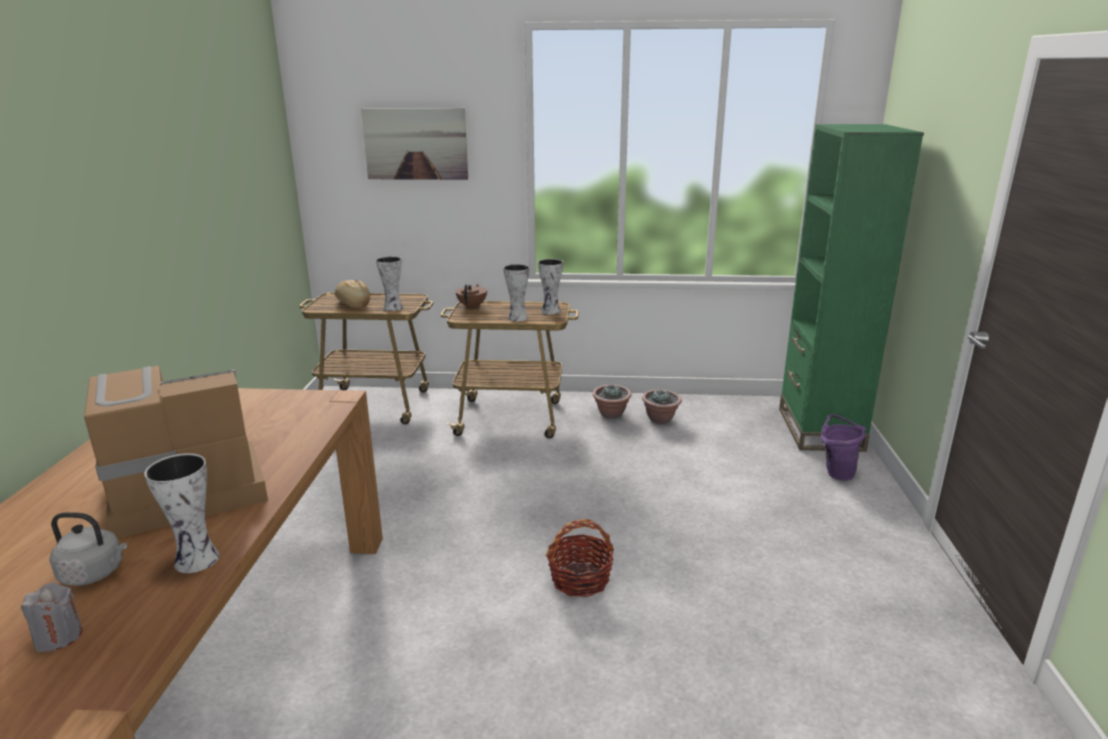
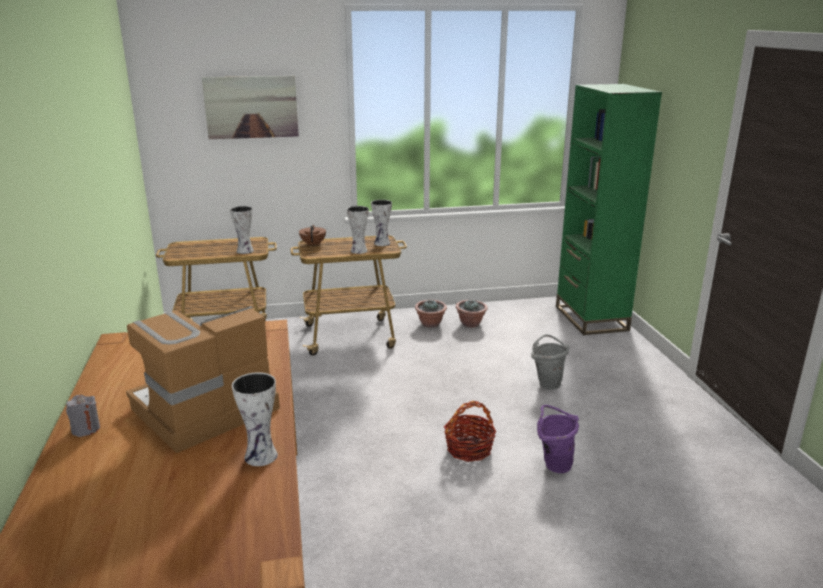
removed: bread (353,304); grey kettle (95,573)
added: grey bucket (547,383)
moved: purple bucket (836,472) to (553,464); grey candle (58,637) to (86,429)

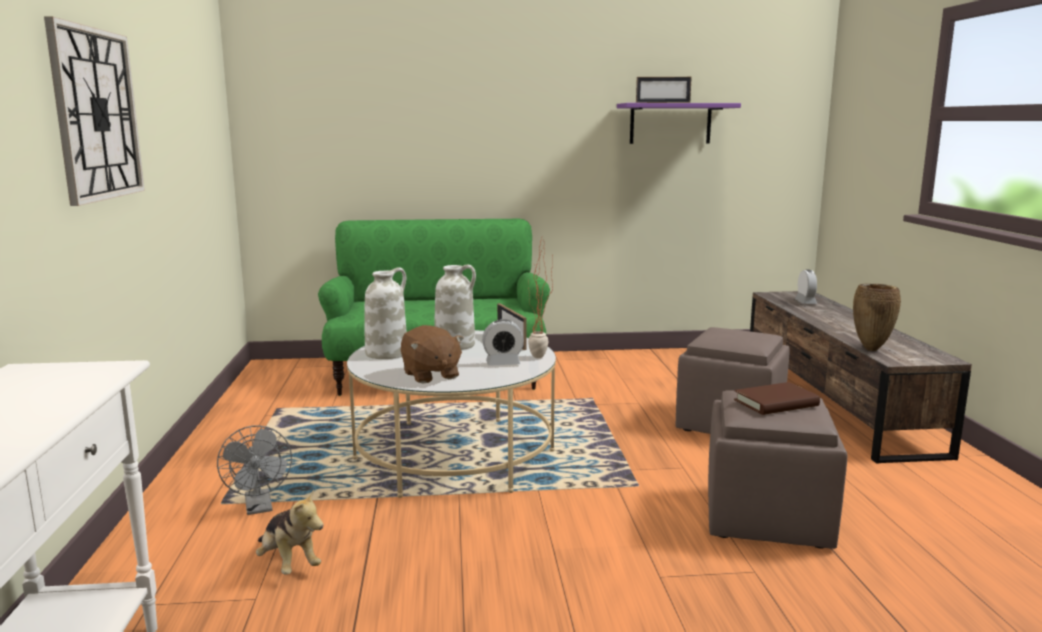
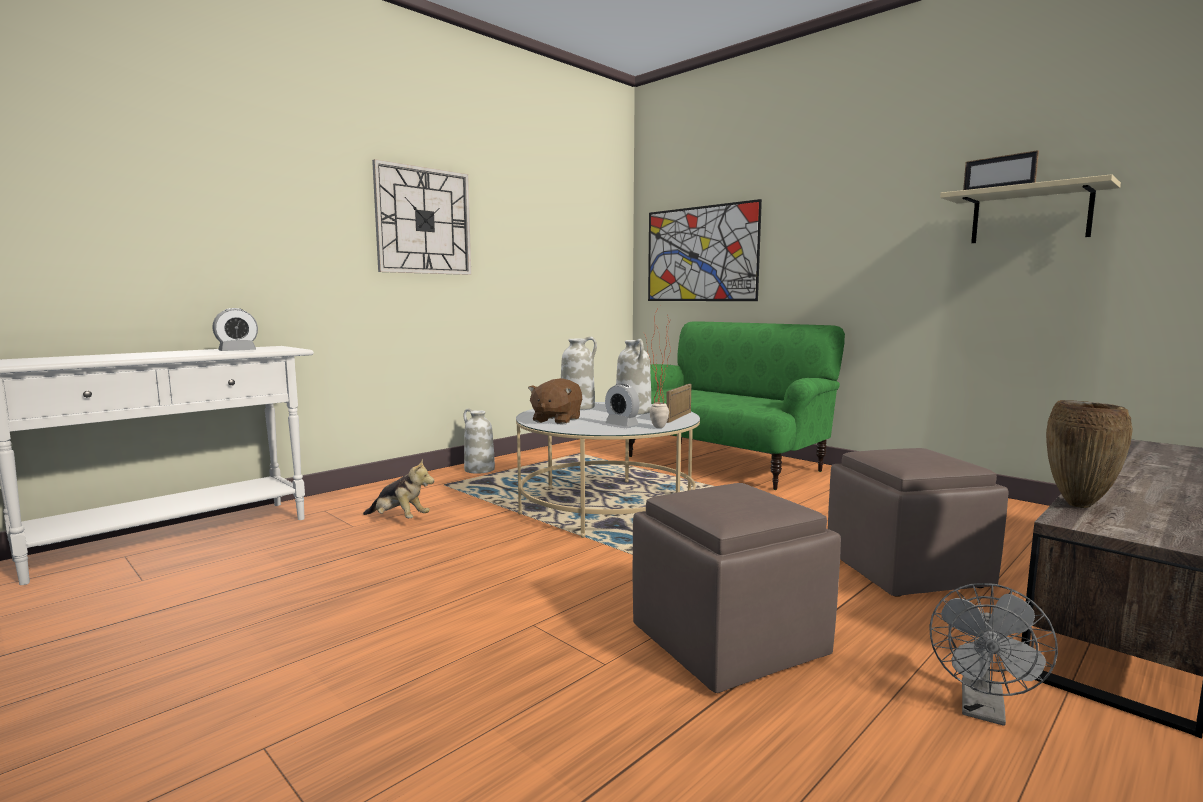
removed: brown book (776,403)
added: picture (700,254); white vase (479,469)
moved: alarm clock (805,302) to (237,351); grey fan (259,508) to (984,711)
recoloured: purple shelf (670,123) to beige shelf (1030,215)
turned: plush toy (289,563) = (399,519) 75 degrees counterclockwise

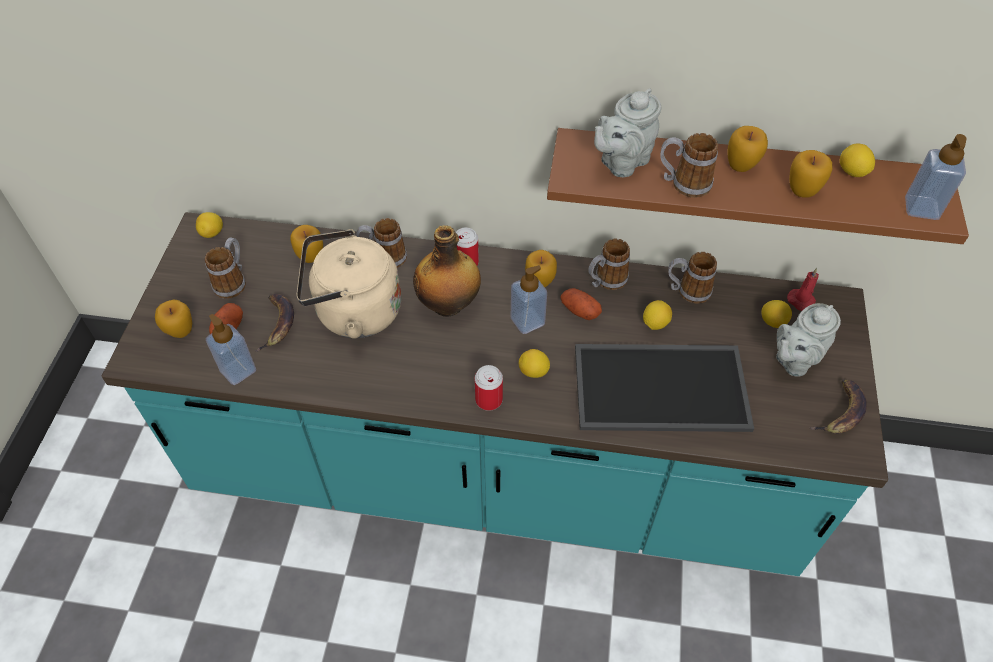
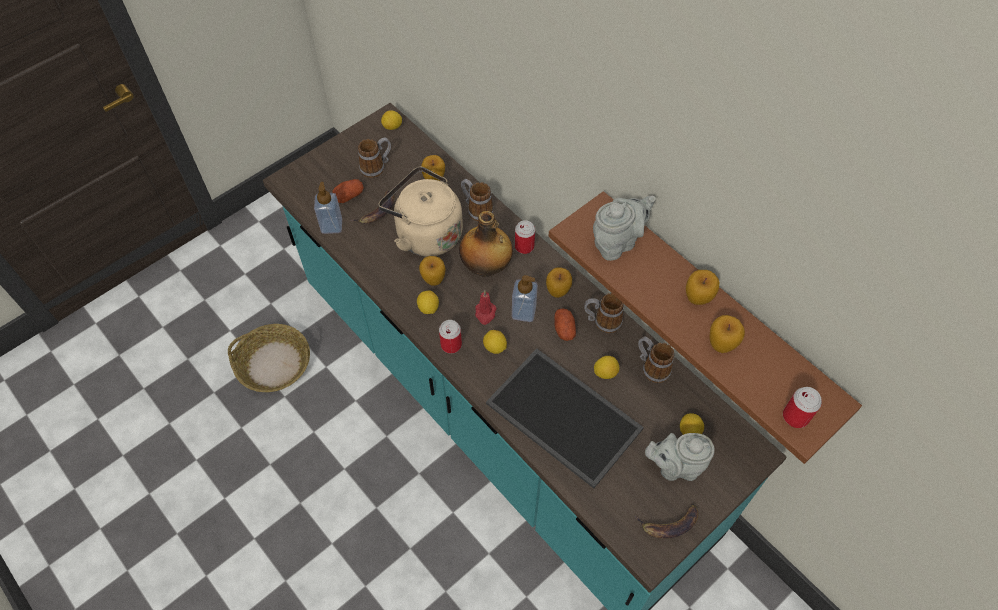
removed: mug (683,183)
added: basket (274,365)
moved: lemon (852,172) to (428,308); red candle (802,302) to (485,313); apple (180,332) to (433,280)
replaced: soap dispenser (921,208) to can (795,416)
turned: grey teapot (621,162) = (617,242) 150 degrees clockwise

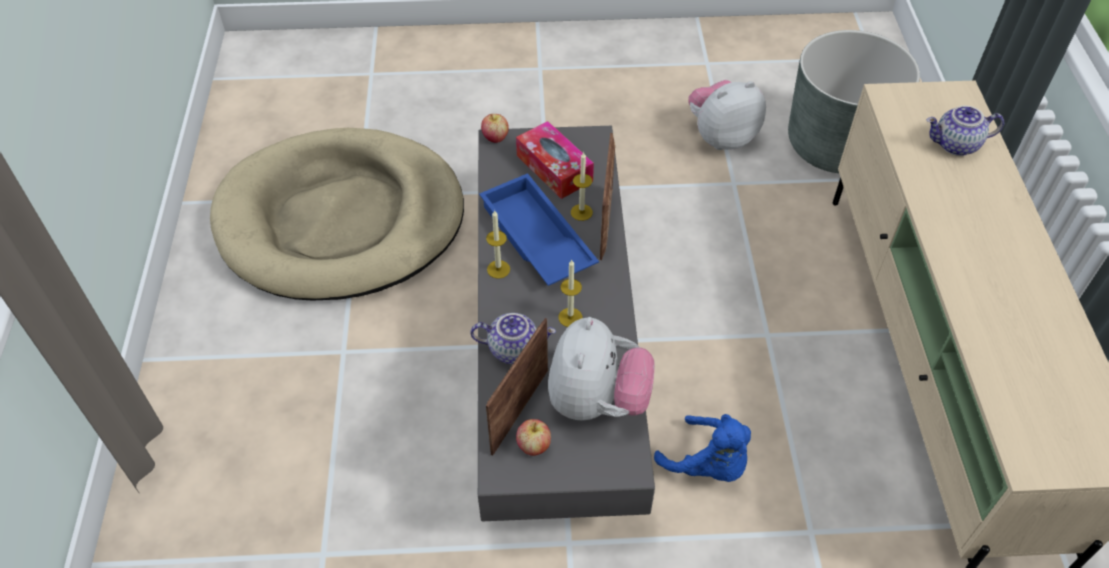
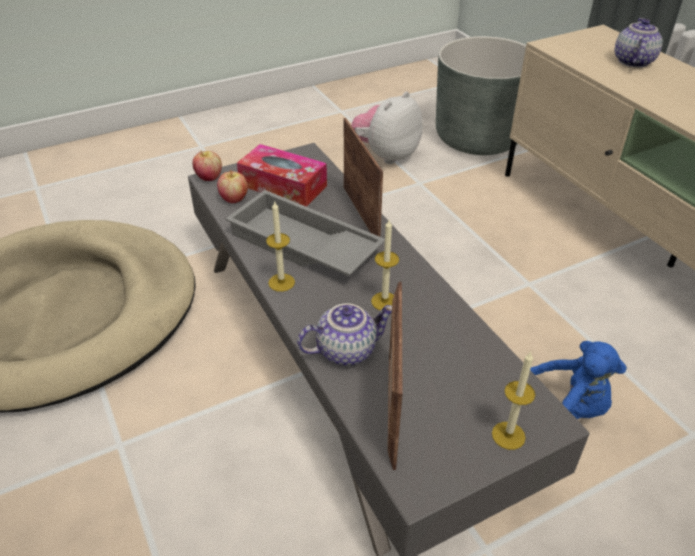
removed: plush toy (597,400)
moved: candle (581,212) to (508,435); apple (533,446) to (234,199)
recoloured: blue tray (535,239) to grey tray (302,245)
turned: teapot (955,145) = (632,61) 135 degrees clockwise

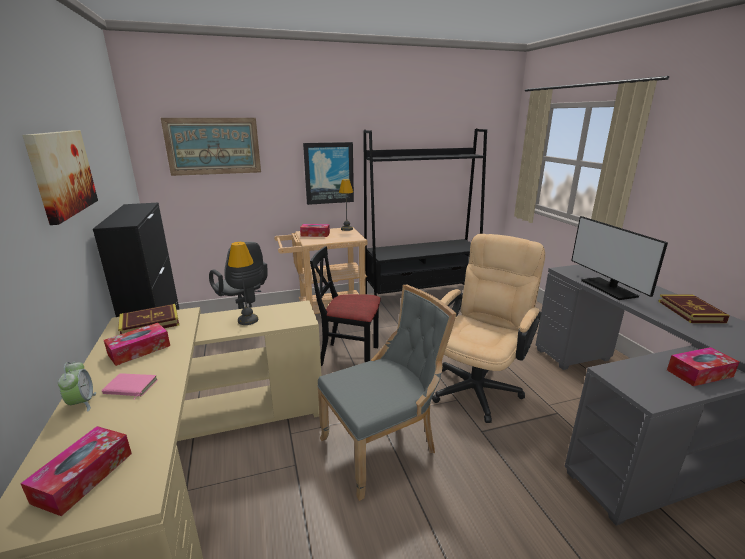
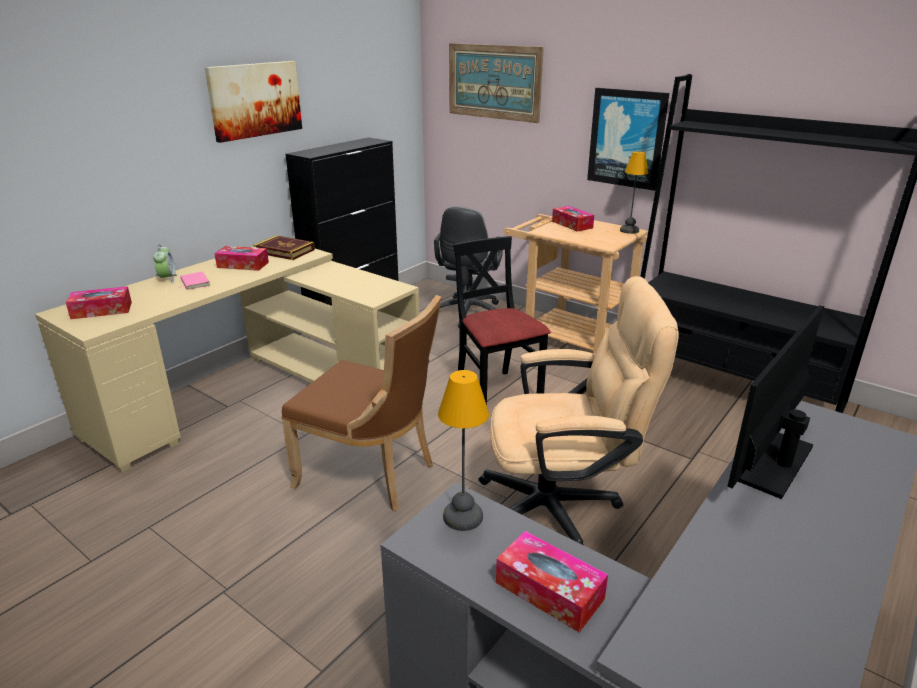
removed: book (690,311)
moved: table lamp (248,320) to (464,516)
recoloured: grey chair (383,446) to brown chair (371,474)
turned: alarm clock (82,403) = (167,279) 45 degrees counterclockwise

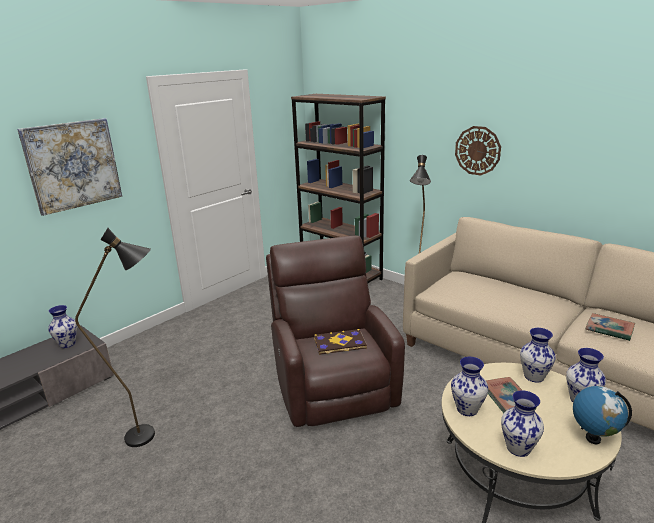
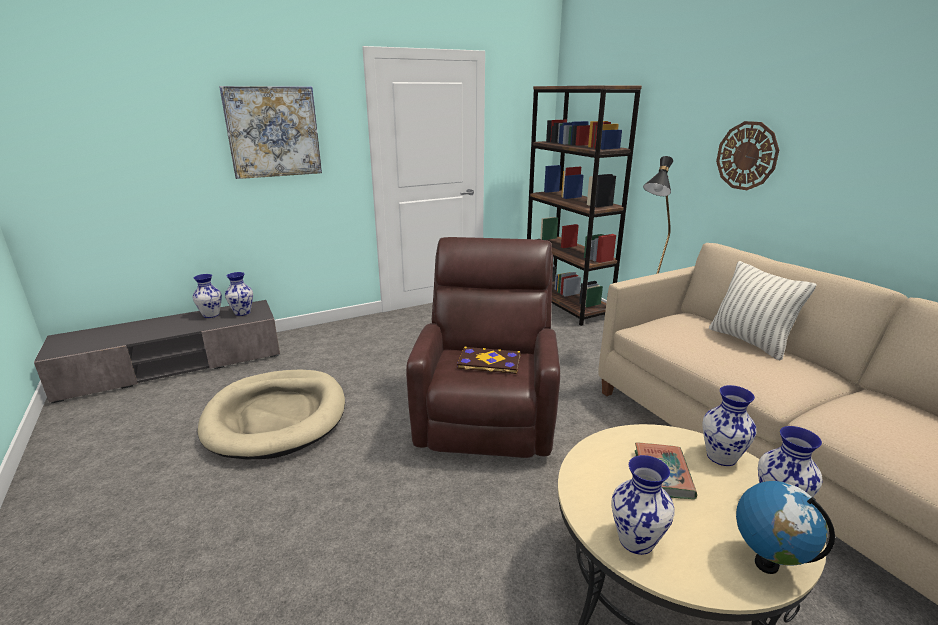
removed: book (609,329)
added: pillow (749,342)
moved: vase (467,410) to (210,315)
replaced: black floor lamp (151,435) to beige dog bed (276,417)

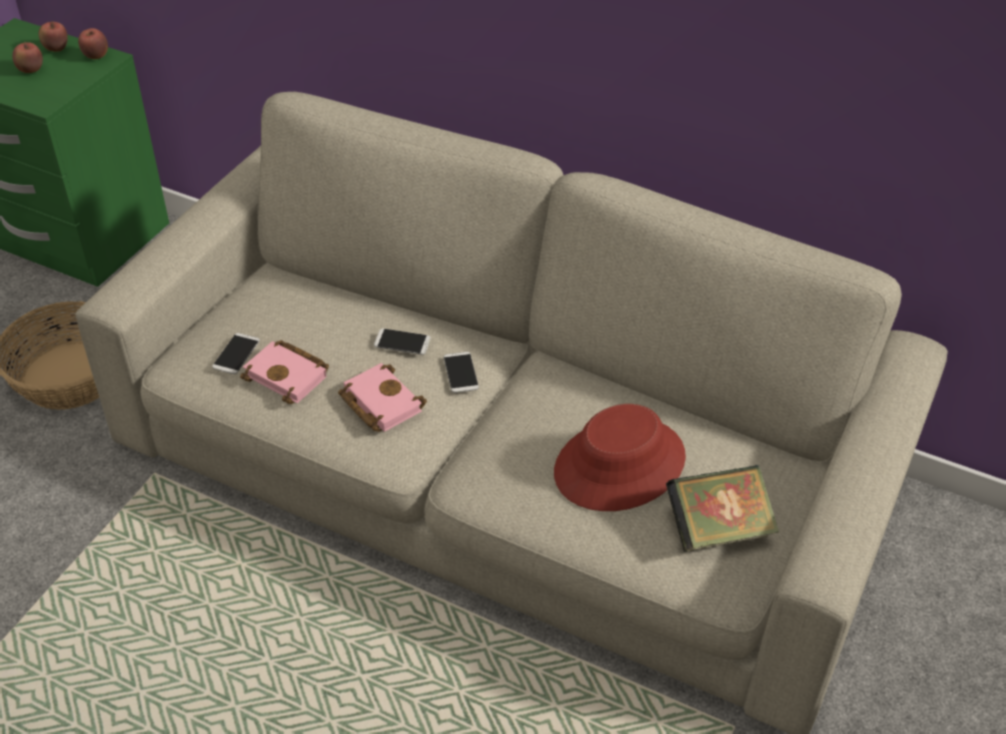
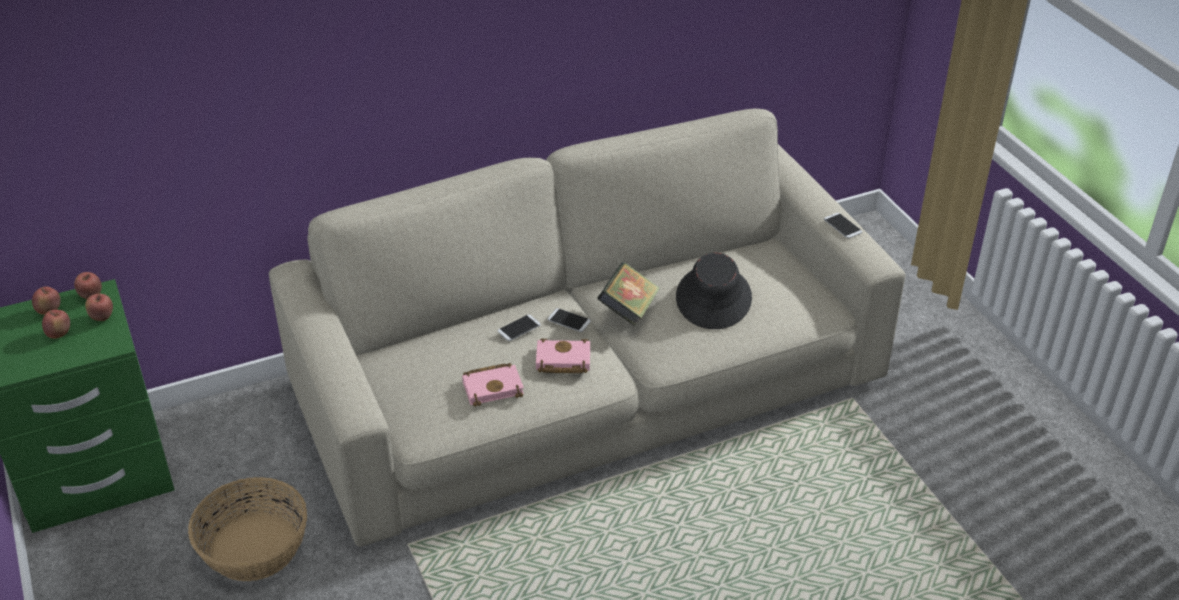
added: apple (102,318)
moved: phone (236,354) to (842,226); book (718,529) to (628,310)
recoloured: red hat (620,465) to black hat (714,298)

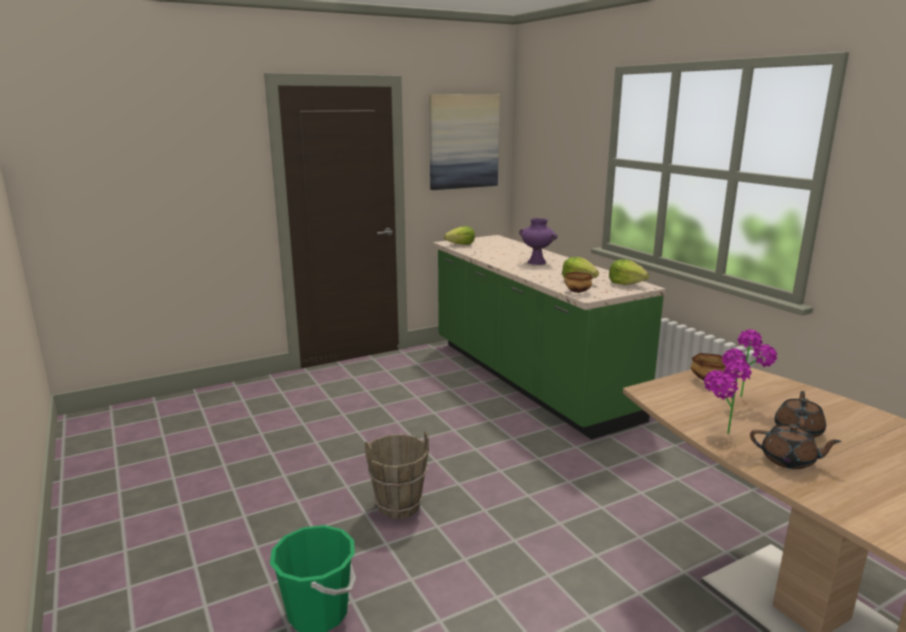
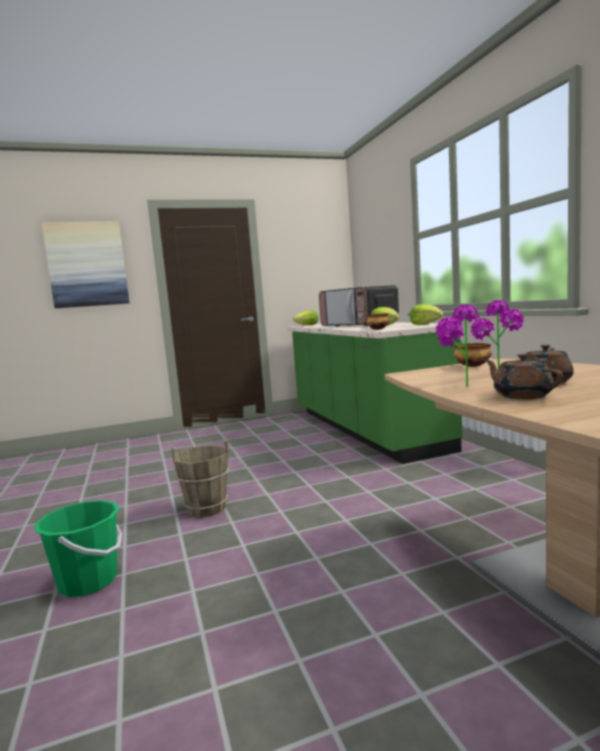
moved: picture (463,141) to (87,264)
replaced: purple vase (537,262) to microwave (360,325)
turned: brown teapot (789,460) = (521,395) 150 degrees counterclockwise

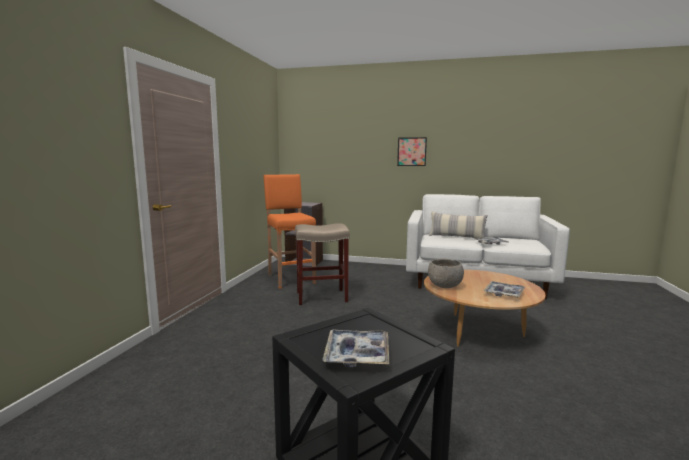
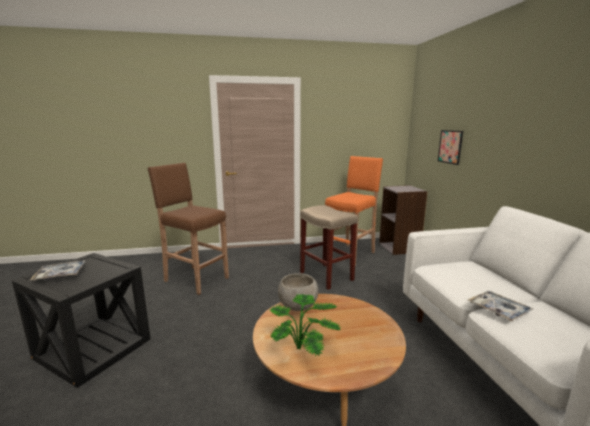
removed: pillow (456,237)
added: brown stool (195,279)
moved: picture (411,151) to (450,147)
replaced: tray (504,293) to potted plant (303,348)

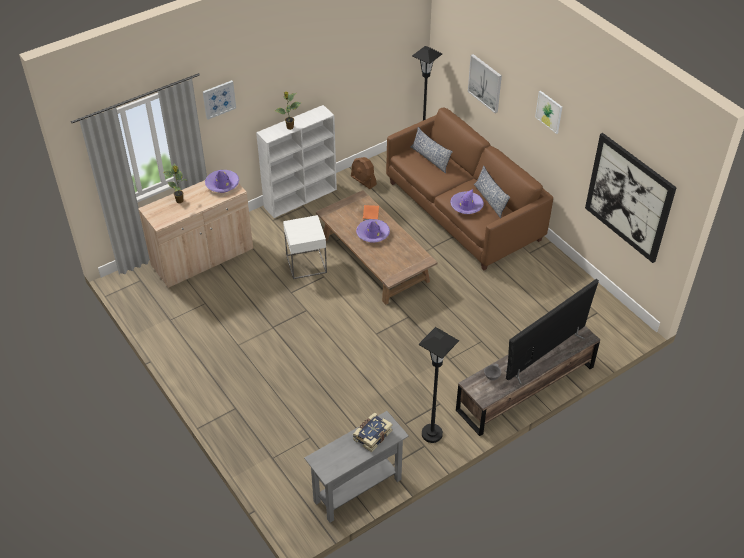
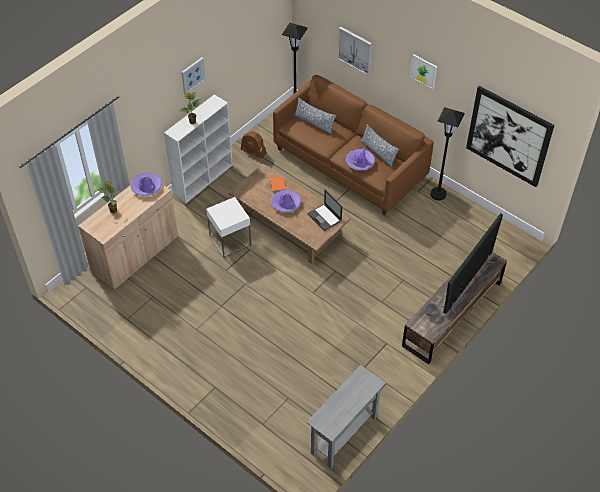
removed: book (372,435)
added: laptop (325,217)
moved: picture (219,99) to (192,75); black floor lamp (432,434) to (438,194)

